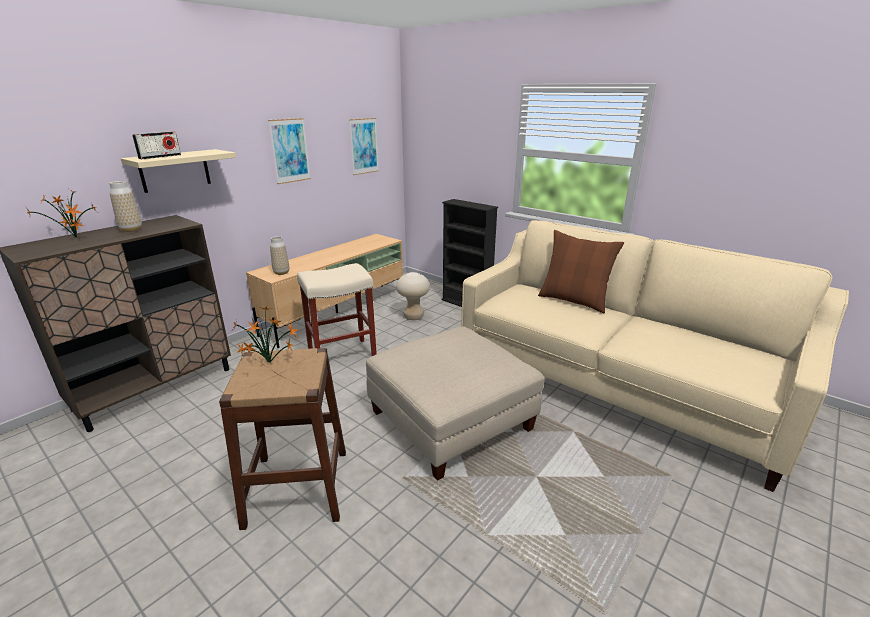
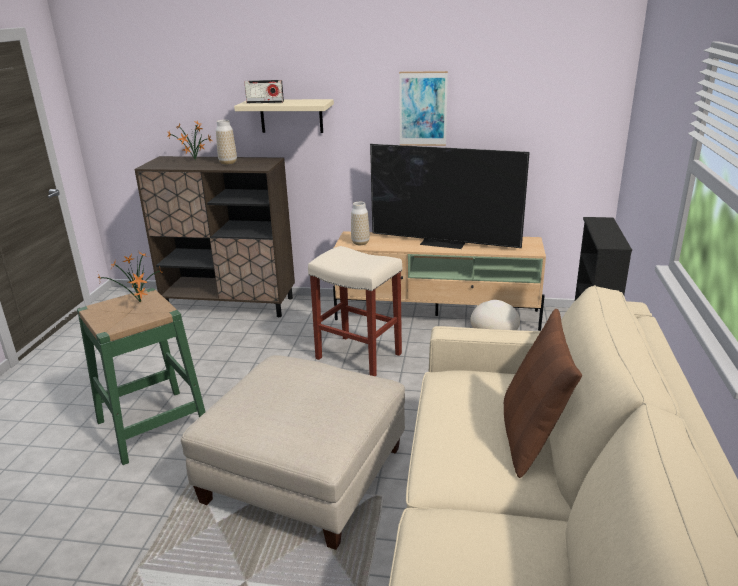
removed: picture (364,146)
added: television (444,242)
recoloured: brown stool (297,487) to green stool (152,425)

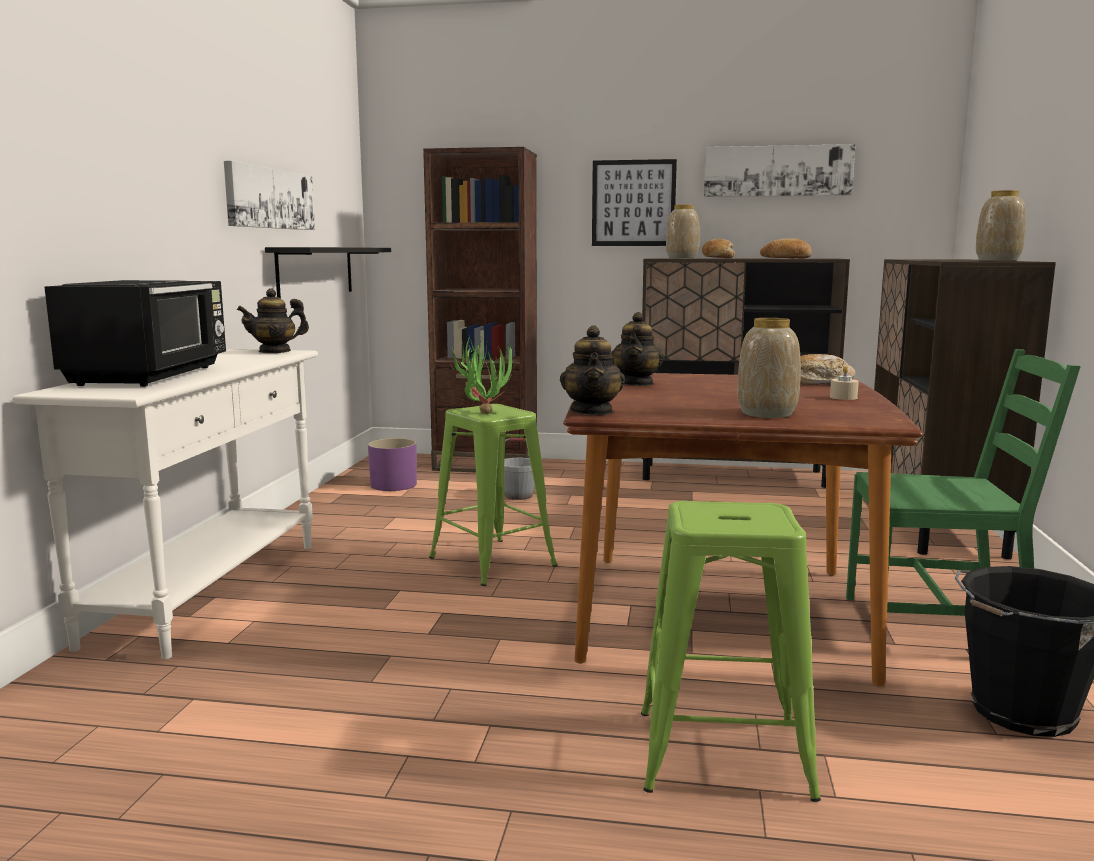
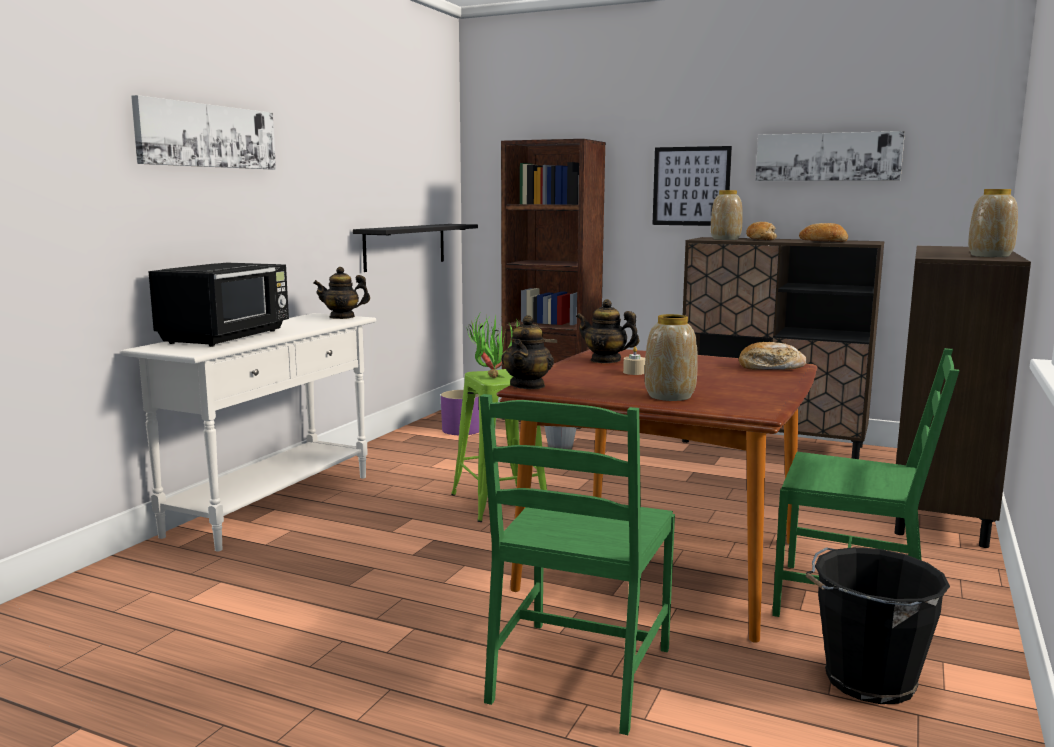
moved: picture (270,199) to (207,136); beige candle (843,397) to (634,372)
replaced: green stool (725,754) to green chair (579,675)
turned: teapot (636,383) = (606,360) 90 degrees clockwise

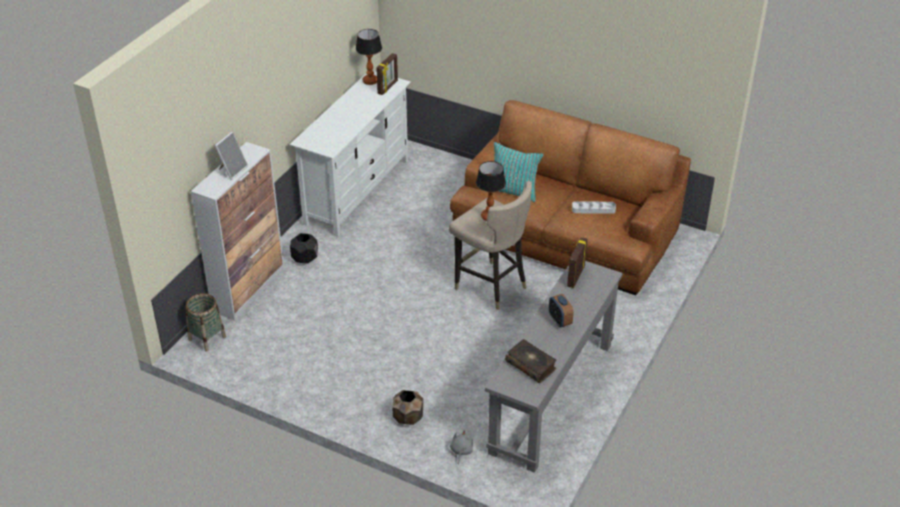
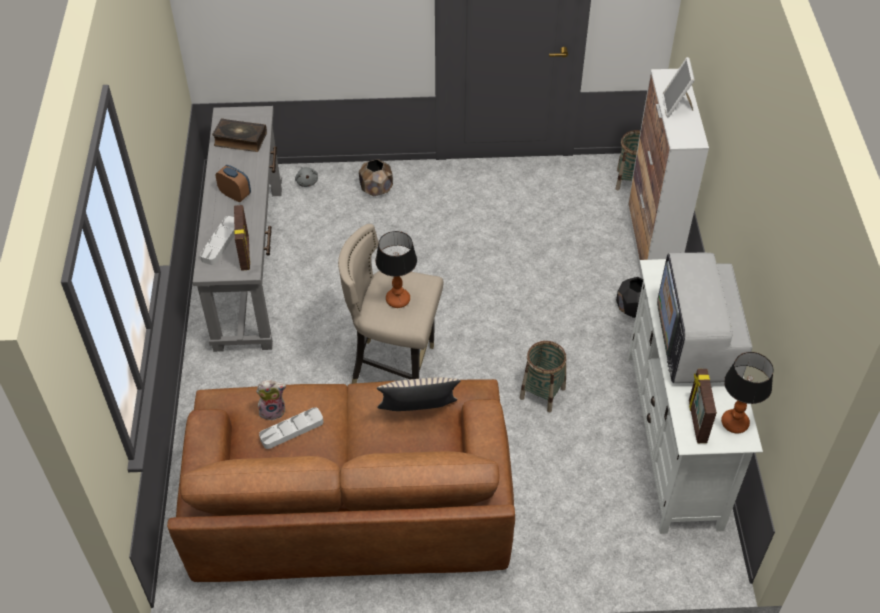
added: grey tray (221,242); television (696,345); basket (542,393); plush toy (273,410)
recoloured: turquoise pillow (513,190) to beige pillow (418,415)

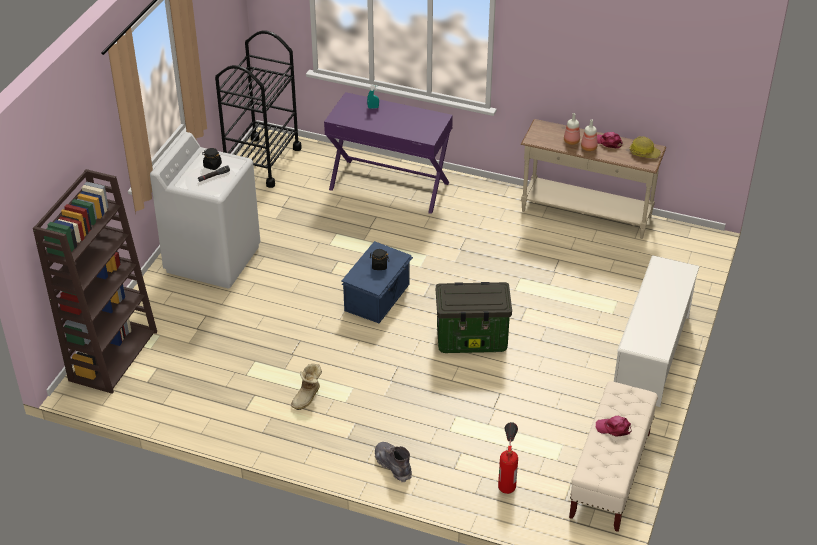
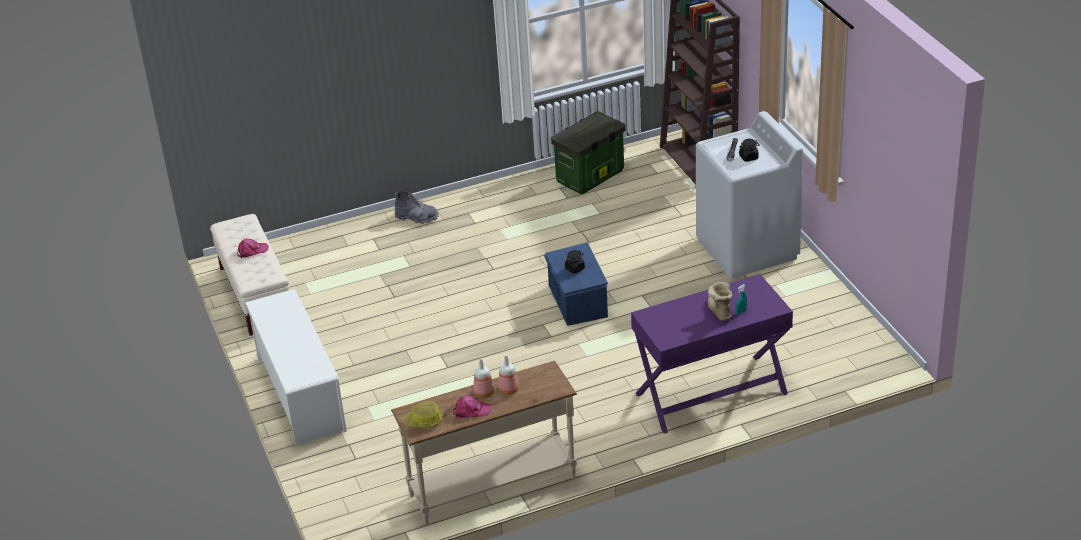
removed: black cart (262,161); fire extinguisher (507,474)
moved: storage box (472,339) to (590,177); boot (308,397) to (718,311)

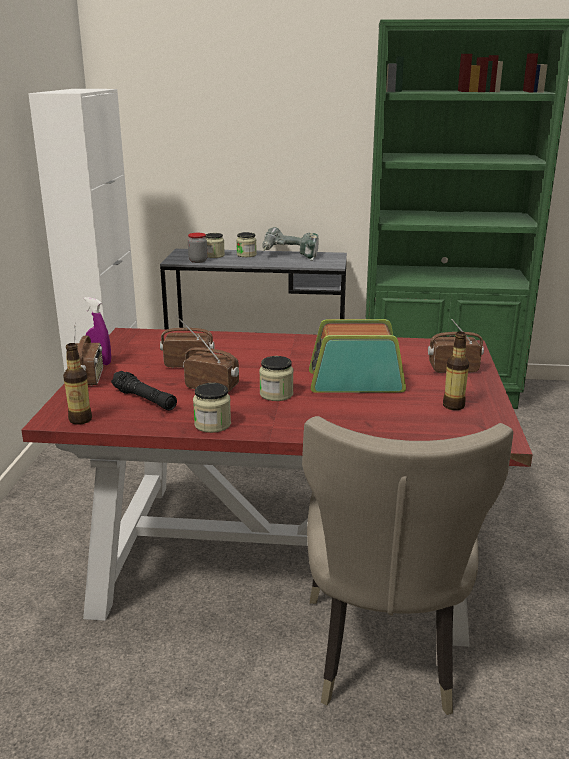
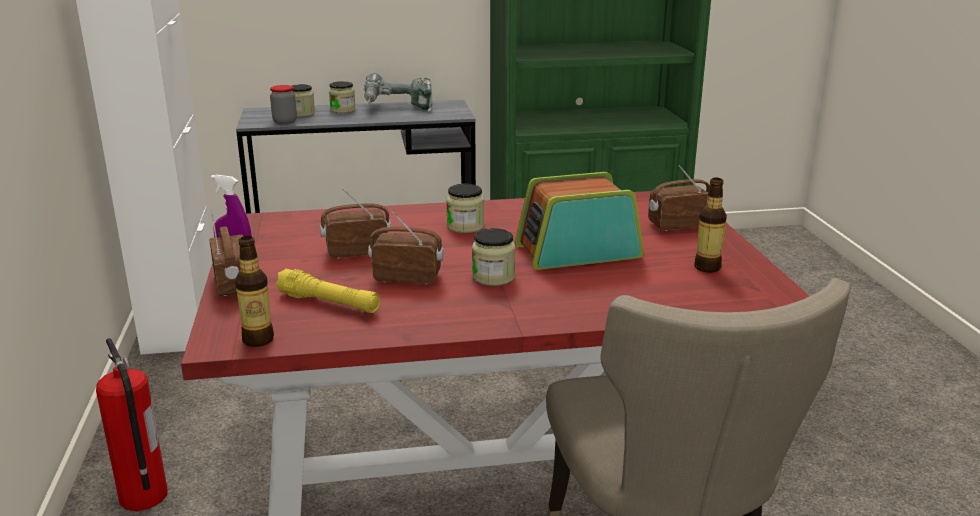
added: fire extinguisher (144,496)
moved: jar (212,424) to (465,226)
recoloured: black flashlight (144,399) to yellow flashlight (329,303)

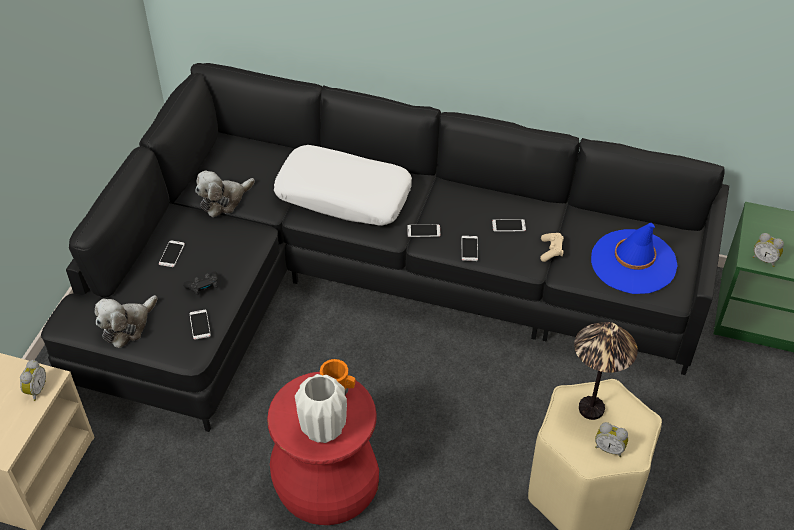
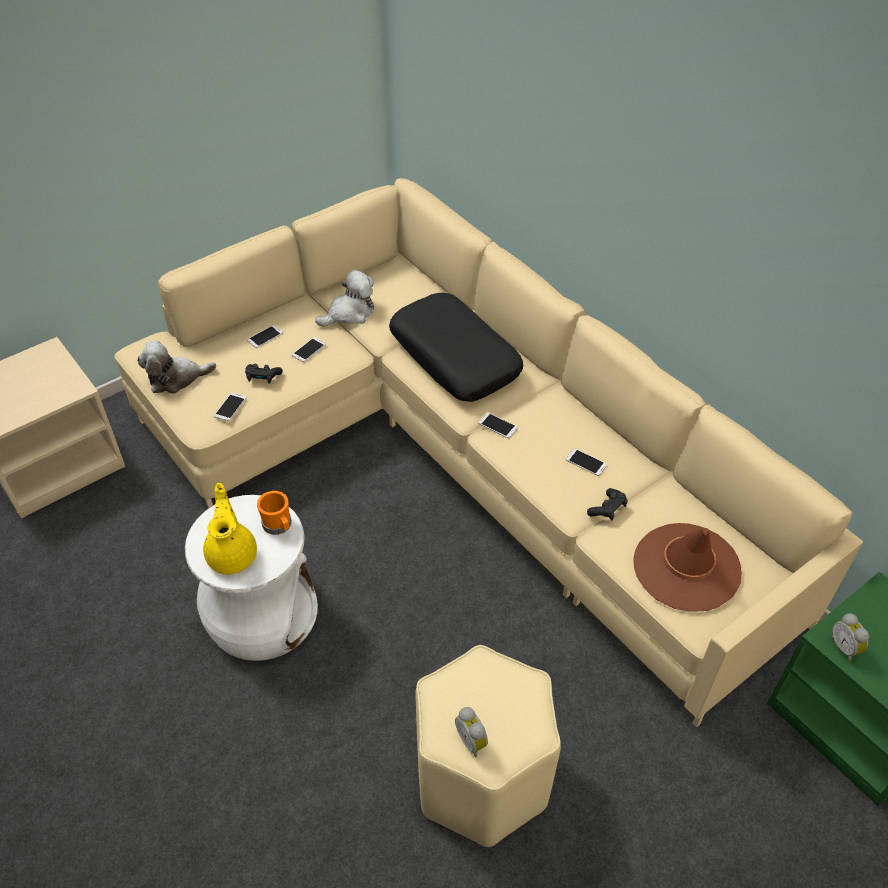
removed: table lamp (592,409); alarm clock (35,390)
moved: phone (469,248) to (309,350)
replaced: white vase (323,429) to yellow teapot (233,554)
recoloured: black sofa (366,281) to beige sofa (453,456); white pillow (344,195) to black pillow (455,357); blue hat (633,262) to brown hat (686,567); beige game controller (551,251) to black game controller (607,509); red stool (326,481) to white stool (261,613)
turned: plush toy (224,200) = (349,313) 150 degrees clockwise

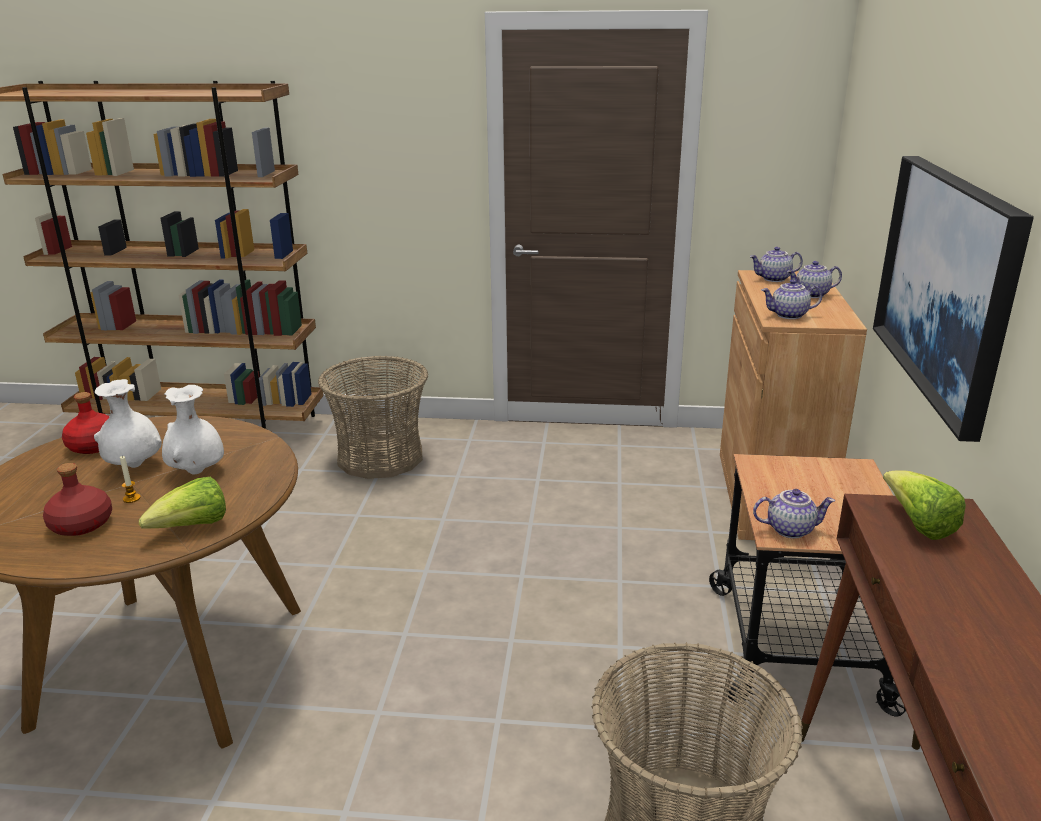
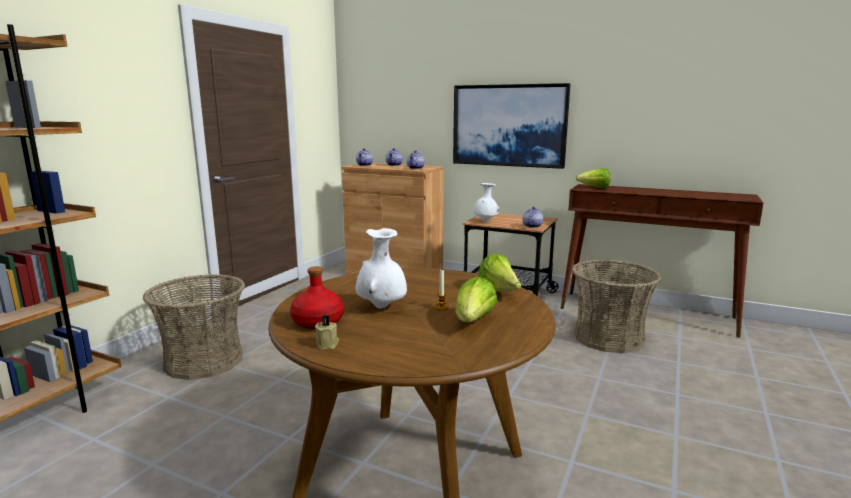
added: beige candle (328,344)
moved: white vase (197,472) to (485,221)
replaced: red bottle (82,525) to lettuce (473,322)

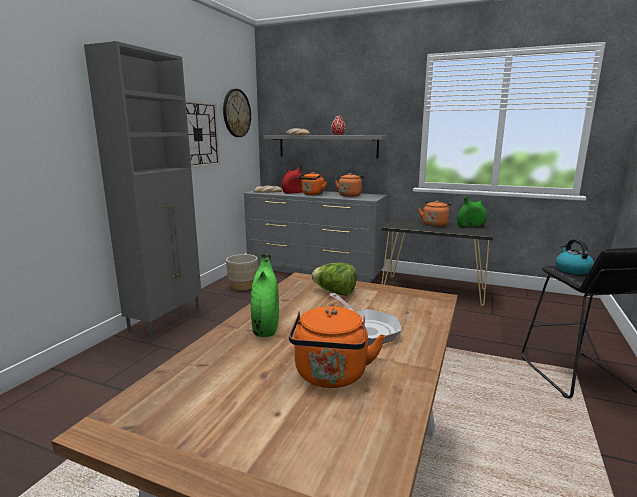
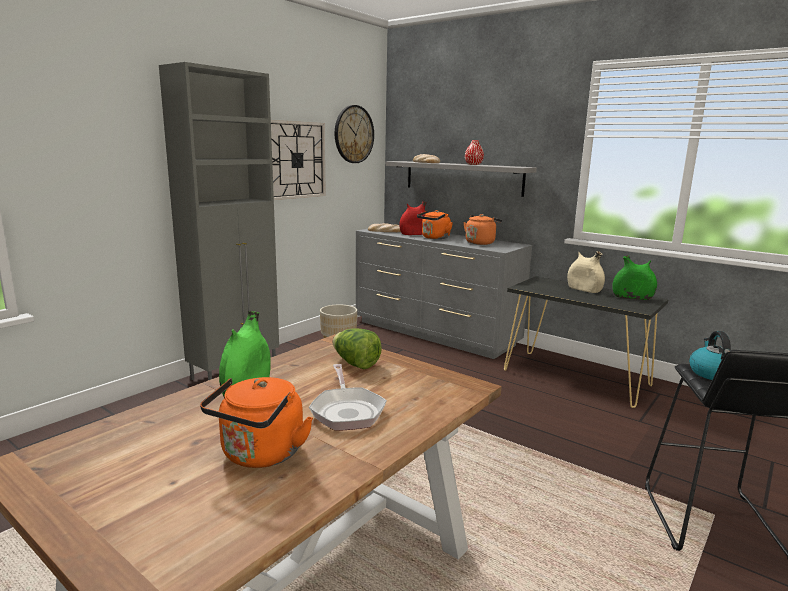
replaced: orange kettle (435,224) to beige vase (584,290)

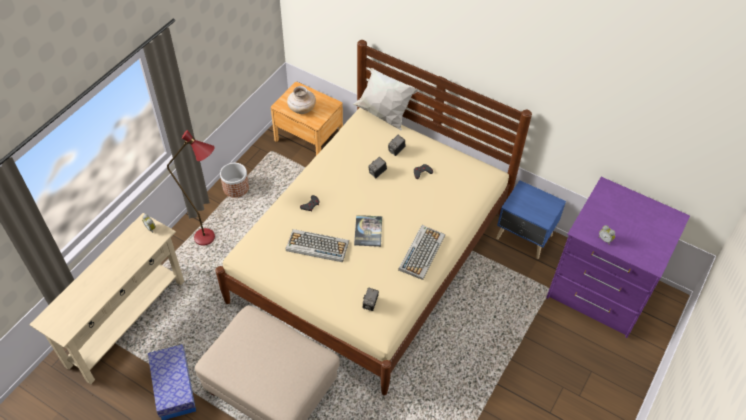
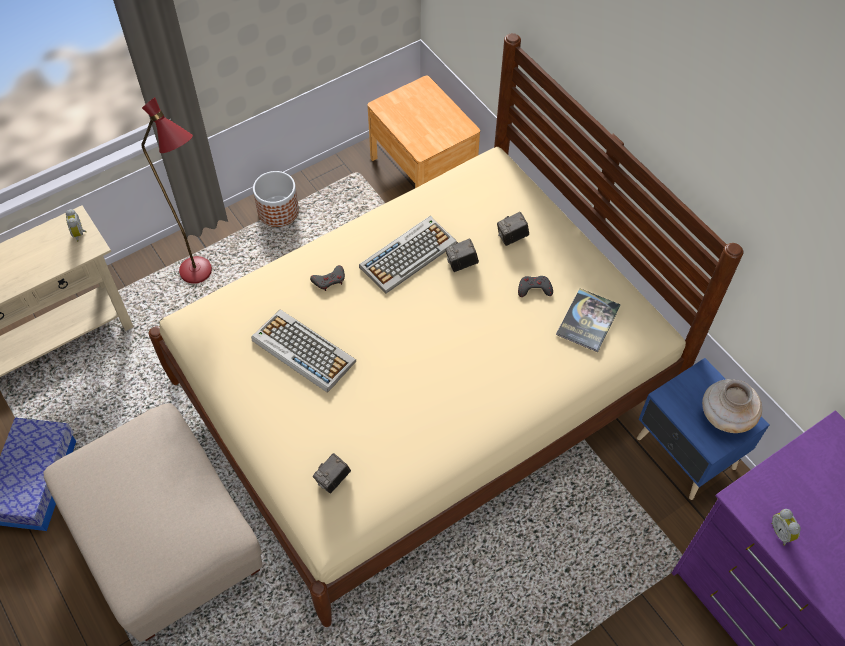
removed: white pillow (384,116)
moved: beige vase (301,109) to (725,417); book (368,231) to (588,320); keyboard (421,252) to (408,254)

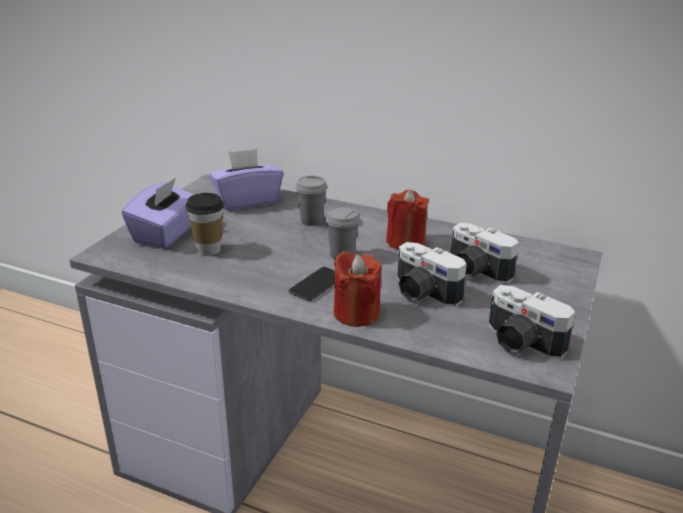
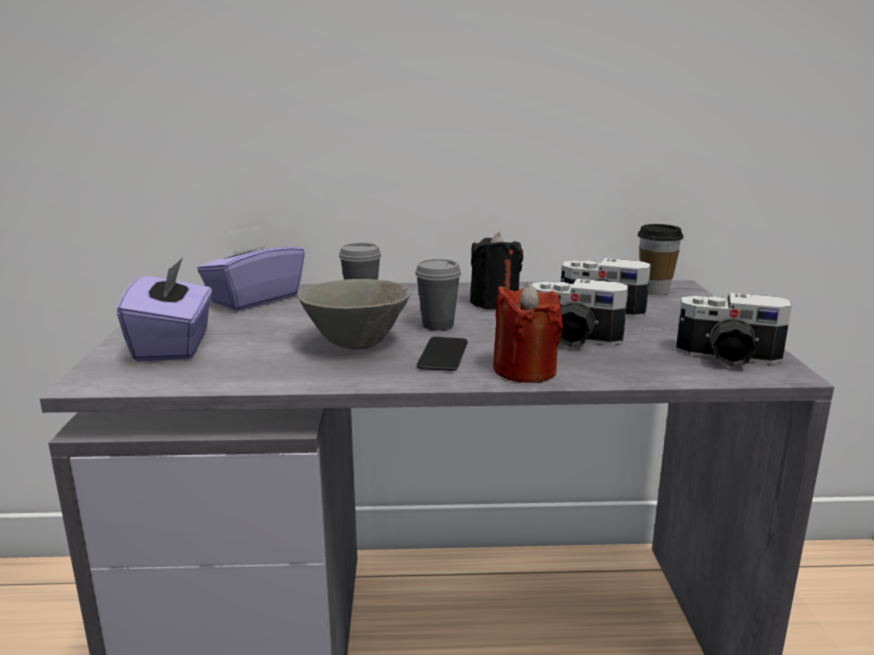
added: grey bowl (356,344)
moved: cup (208,250) to (654,291)
recoloured: red candle (405,242) to black candle (494,303)

